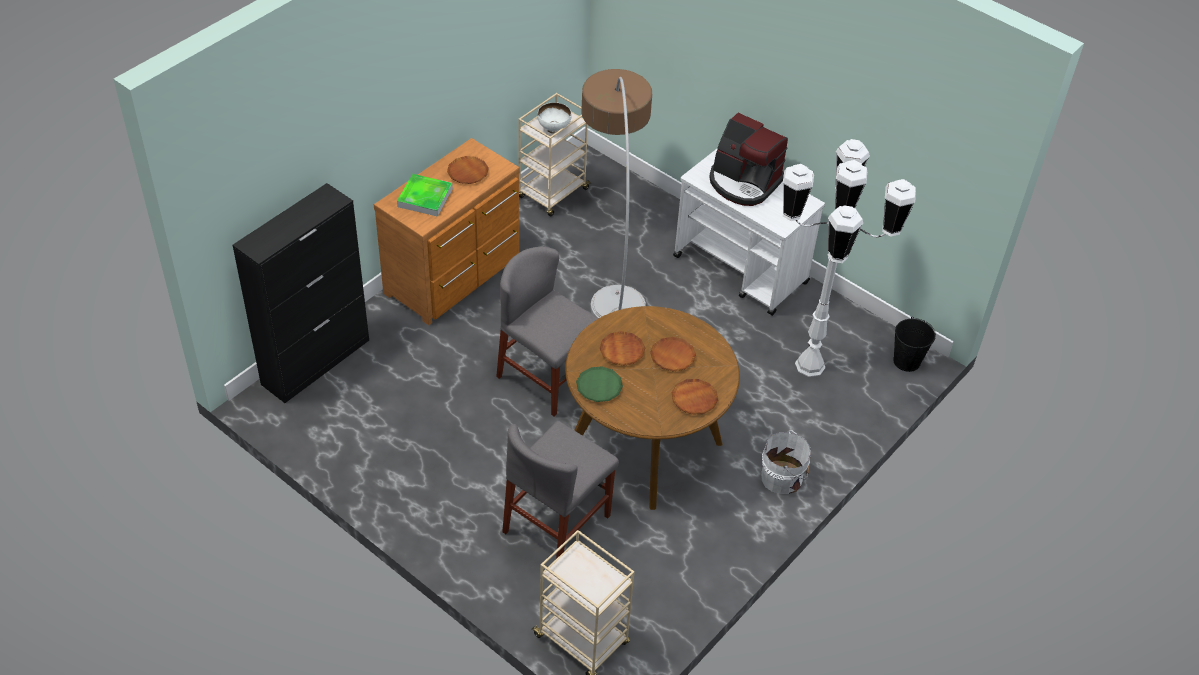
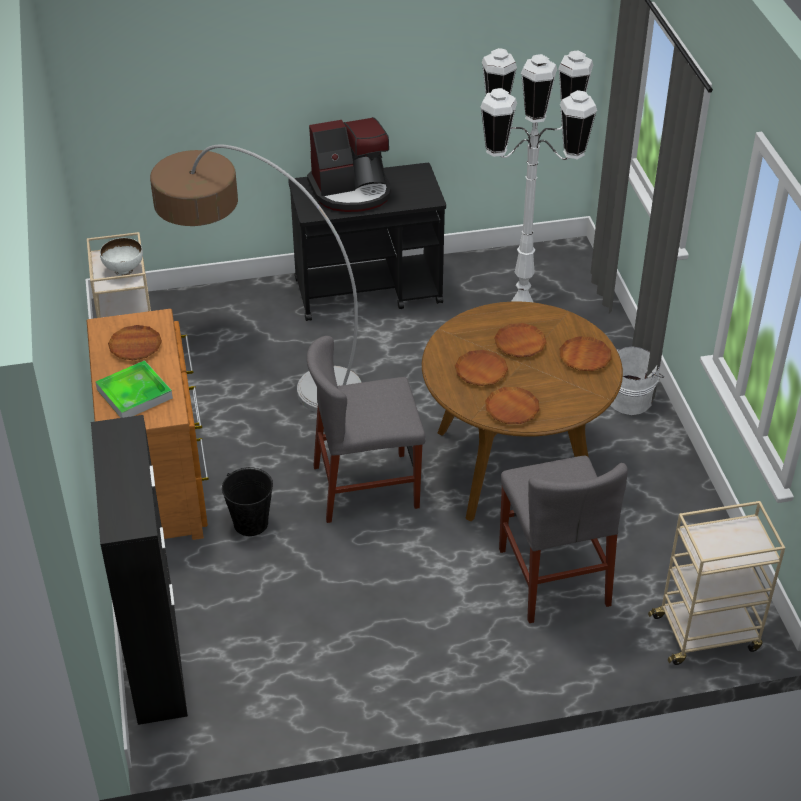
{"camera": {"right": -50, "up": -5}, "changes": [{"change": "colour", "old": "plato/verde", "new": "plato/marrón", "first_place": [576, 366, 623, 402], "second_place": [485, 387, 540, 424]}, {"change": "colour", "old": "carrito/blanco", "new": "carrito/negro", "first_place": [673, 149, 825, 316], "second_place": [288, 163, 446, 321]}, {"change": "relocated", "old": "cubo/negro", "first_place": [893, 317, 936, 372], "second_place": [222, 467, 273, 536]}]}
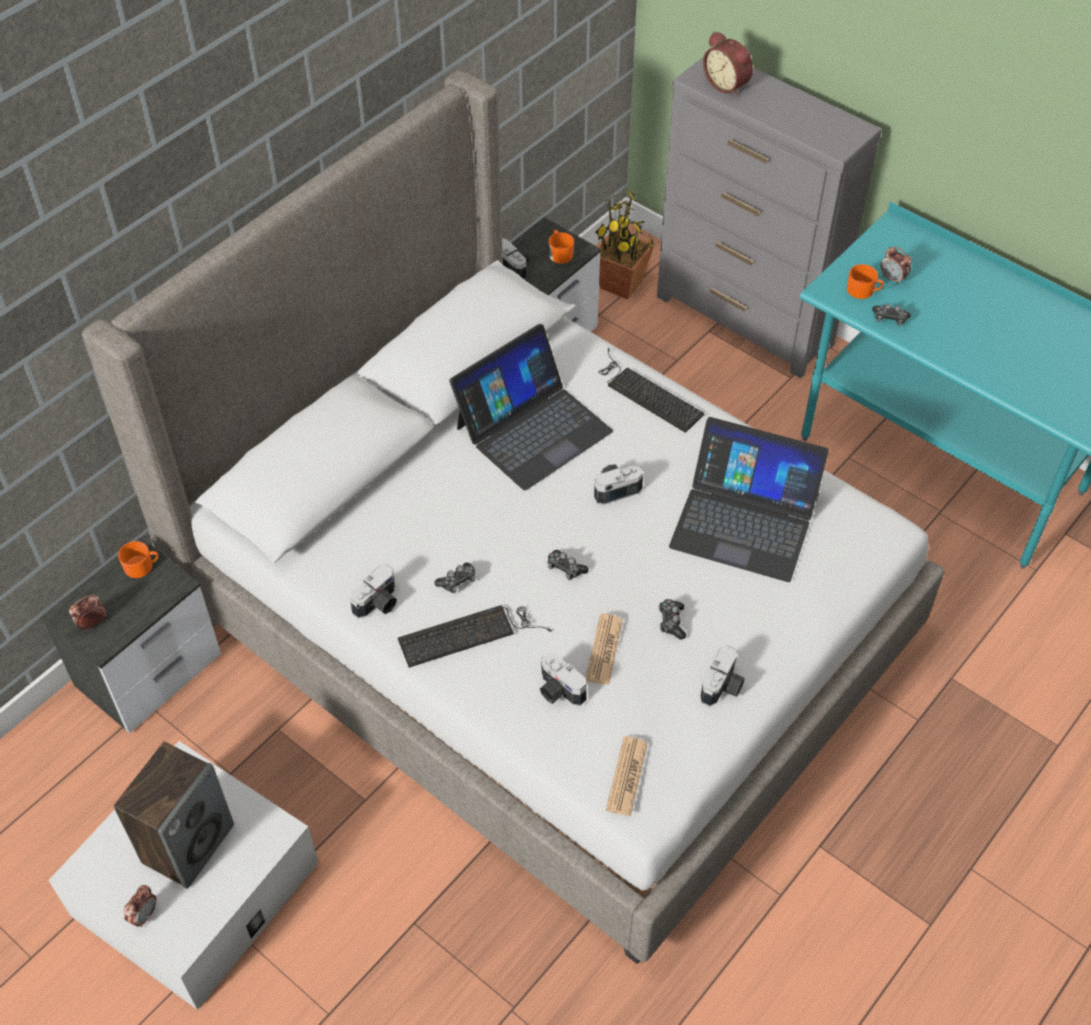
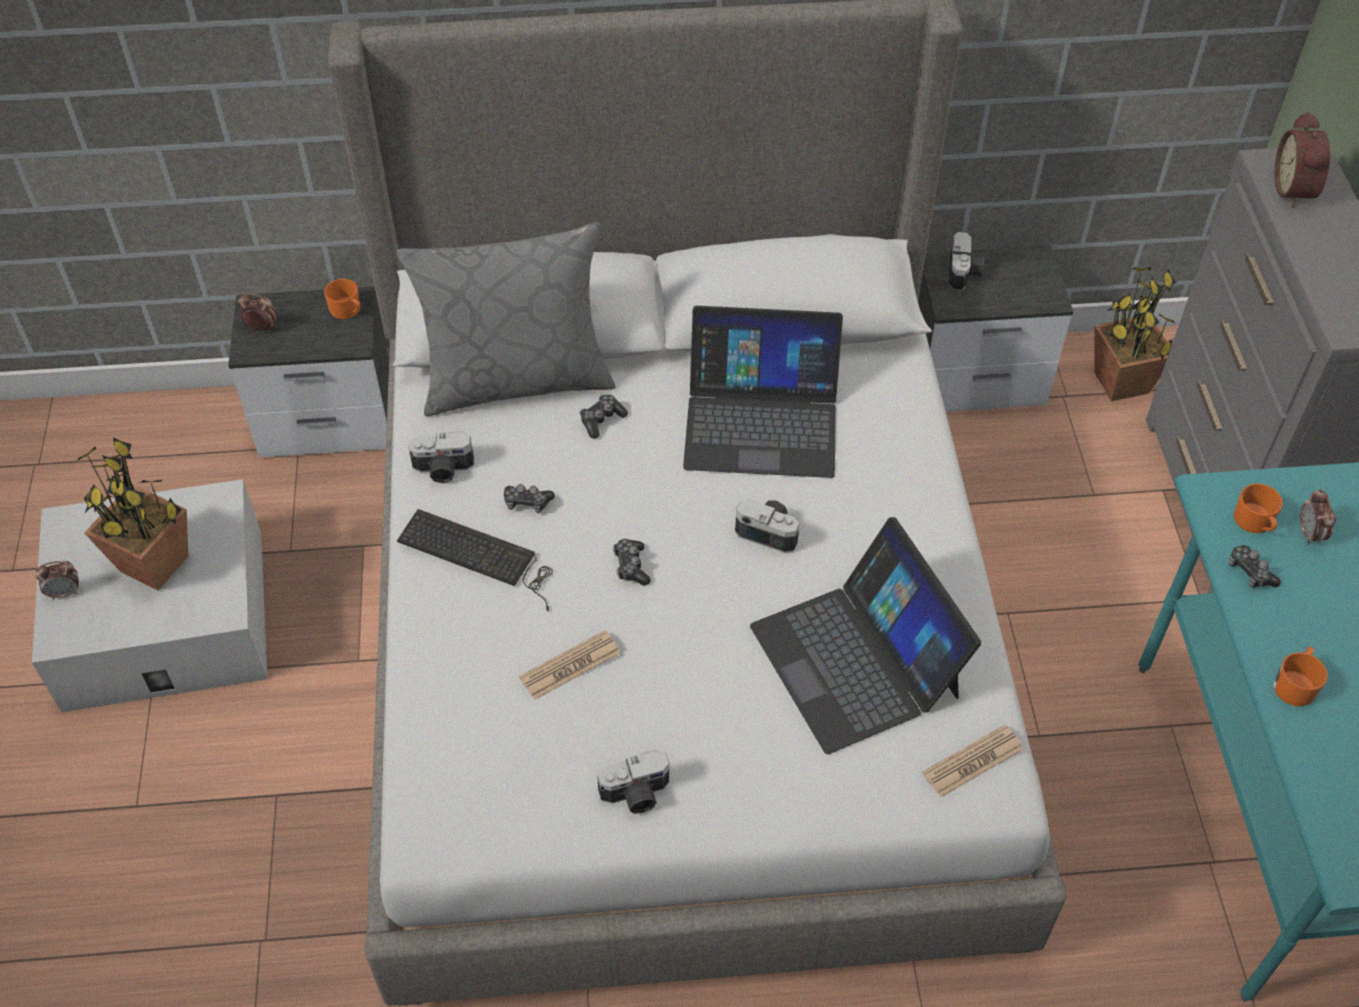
{"camera": {"right": 45, "up": 0}, "changes": [{"change": "exchanged", "old": "altavoz", "new": "planta en maceta", "first_place": [114, 741, 234, 889], "second_place": [78, 437, 188, 590]}, {"change": "missing", "old": "cámara", "first_place": [540, 653, 587, 706]}, {"change": "relocated", "old": "taza grande/naranja", "first_place": [548, 230, 574, 264], "second_place": [1274, 647, 1328, 706]}, {"change": "missing", "old": "teclado", "first_place": [599, 348, 705, 433]}, {"change": "relocated", "old": "periódico", "first_place": [606, 736, 648, 816], "second_place": [922, 725, 1023, 797]}, {"change": "relocated", "old": "mando de consola", "first_place": [659, 599, 686, 639], "second_place": [580, 395, 628, 438]}, {"change": "appeared", "new": "cojín/gris", "second_place": [397, 222, 616, 416]}]}
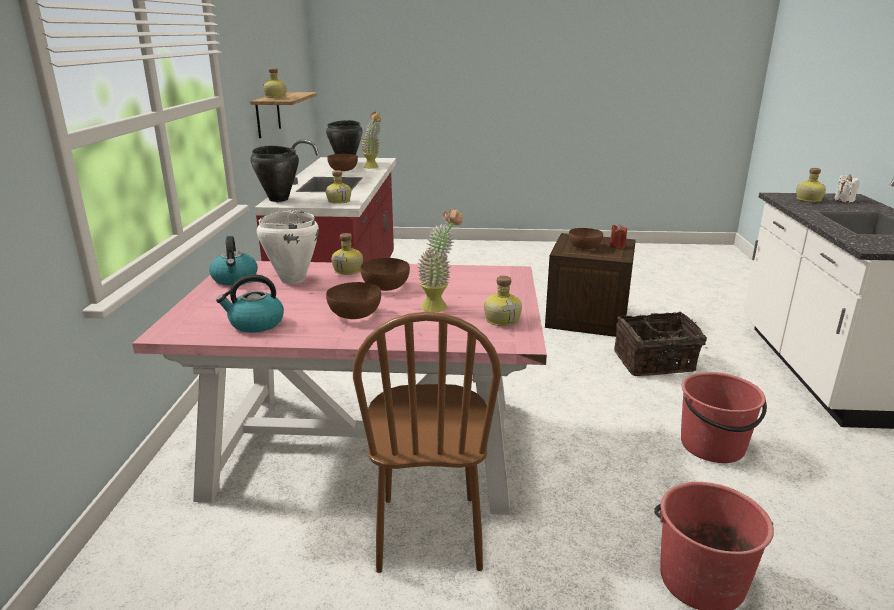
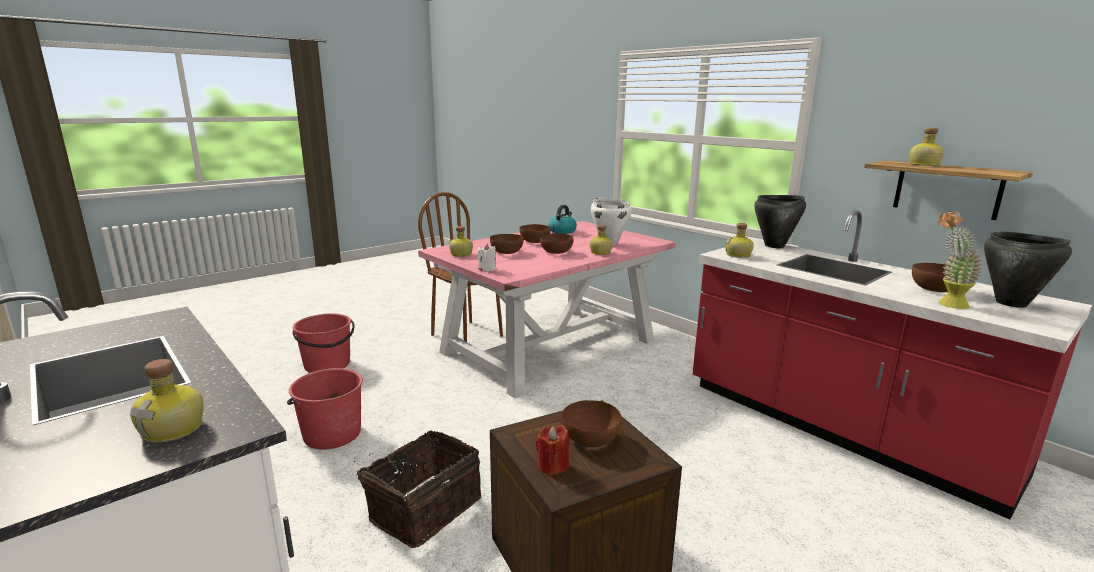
{"camera": {"right": 135, "up": -5}, "changes": [{"change": "missing", "old": "hervidor", "first_place": [209, 236, 258, 285]}, {"change": "exchanged", "old": "planta en maceta", "new": "cuenco/marrón", "first_place": [417, 208, 463, 312], "second_place": [490, 234, 524, 254]}, {"change": "relocated", "old": "vela/blanco", "first_place": [834, 174, 859, 203], "second_place": [478, 244, 496, 271]}]}
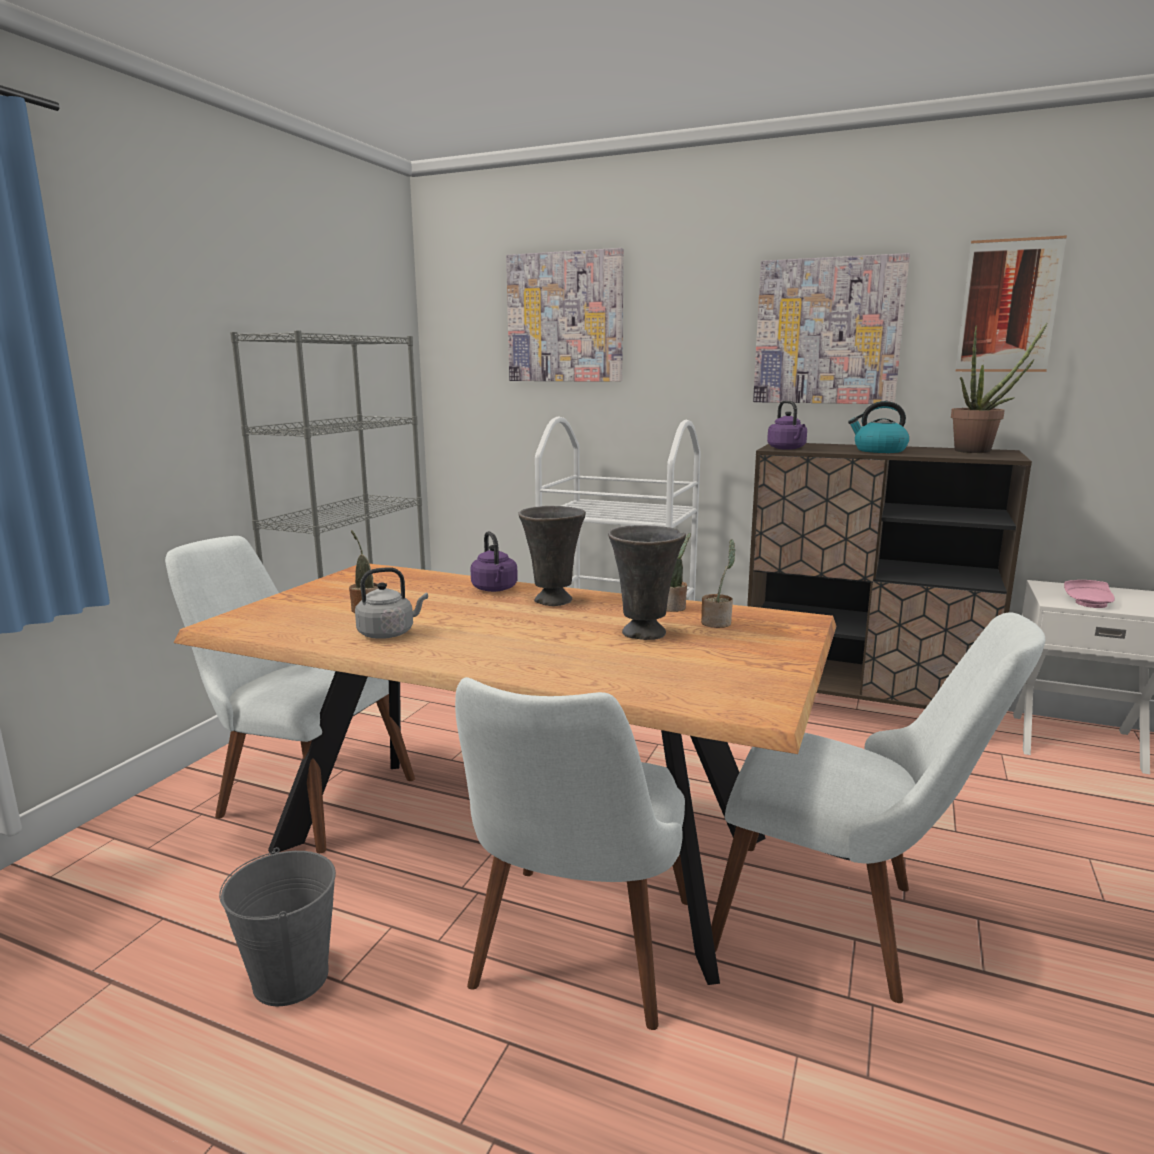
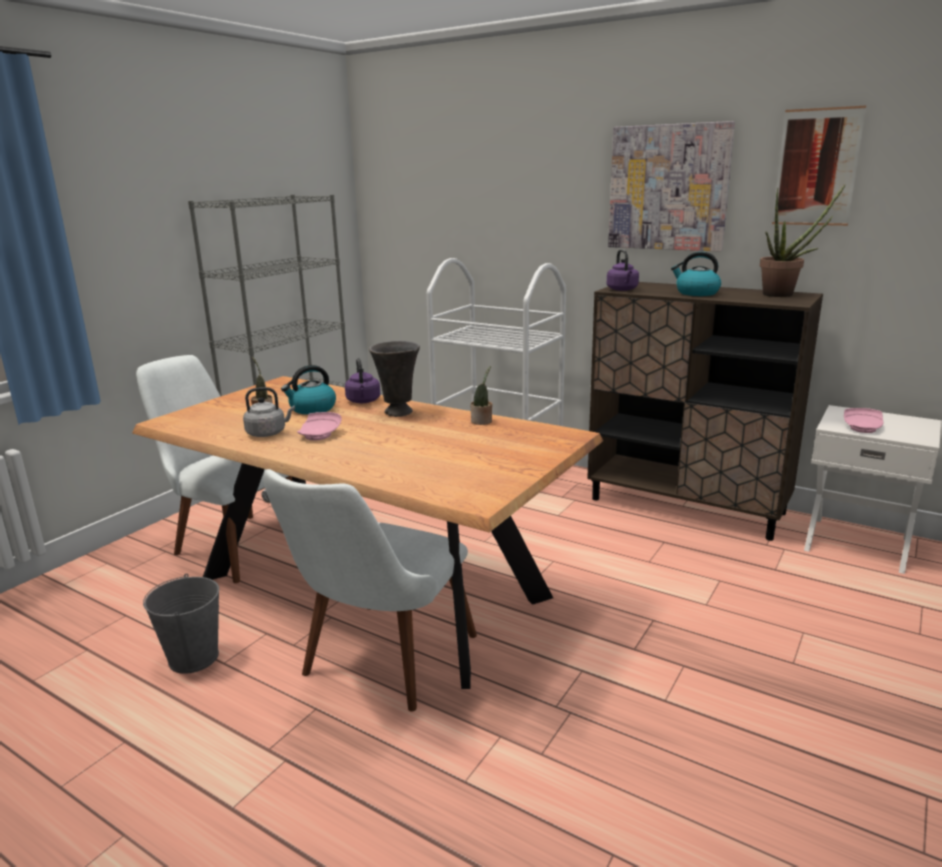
{"camera": {"right": 10, "up": 5}, "changes": [{"change": "missing", "old": "cuadro", "first_place": [506, 248, 624, 382]}, {"change": "missing", "old": "florero/gris", "first_place": [608, 525, 686, 640]}, {"change": "missing", "old": "planta en maceta", "first_place": [701, 539, 736, 628]}, {"change": "missing", "old": "silla/blanco", "first_place": [711, 612, 1045, 1003]}, {"change": "appeared", "new": "hervidor", "second_place": [281, 365, 336, 415]}, {"change": "appeared", "new": "plato/rosa", "second_place": [297, 412, 342, 440]}]}
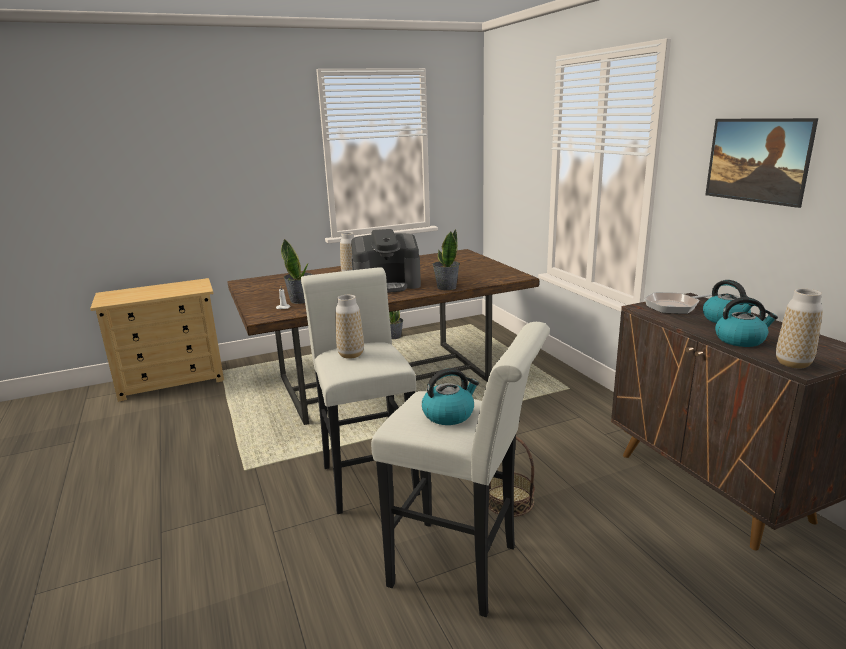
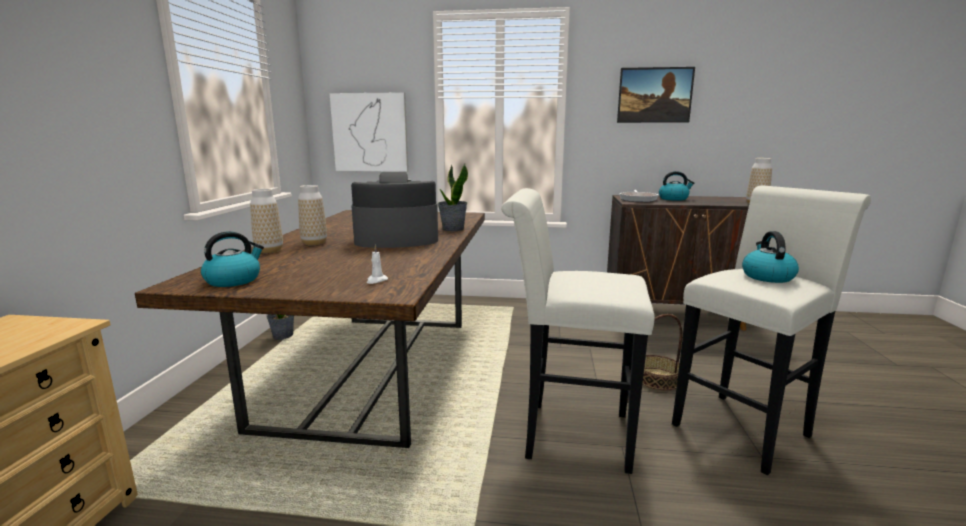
{"camera": {"right": -60, "up": -5}, "changes": [{"change": "missing", "old": "planta en maceta", "first_place": [281, 239, 312, 304]}, {"change": "relocated", "old": "florero", "first_place": [335, 295, 364, 359], "second_place": [250, 189, 283, 253]}, {"change": "spun", "old": "cafetera", "first_place": [351, 229, 421, 293], "second_place": [351, 172, 438, 248], "degrees": -120}, {"change": "relocated", "old": "hervidor", "first_place": [715, 297, 778, 347], "second_place": [201, 231, 264, 287]}, {"change": "appeared", "new": "cuadro", "second_place": [329, 92, 408, 172]}]}
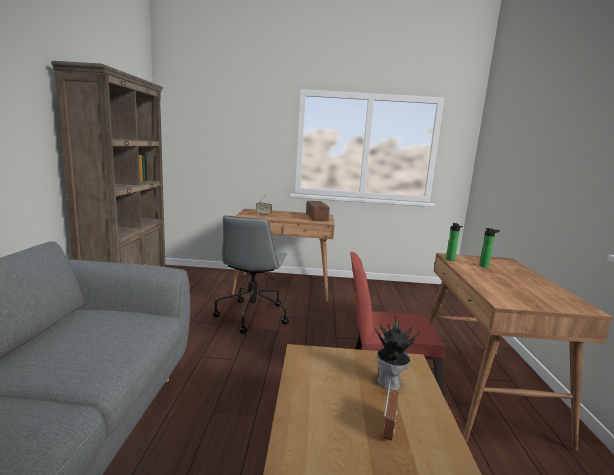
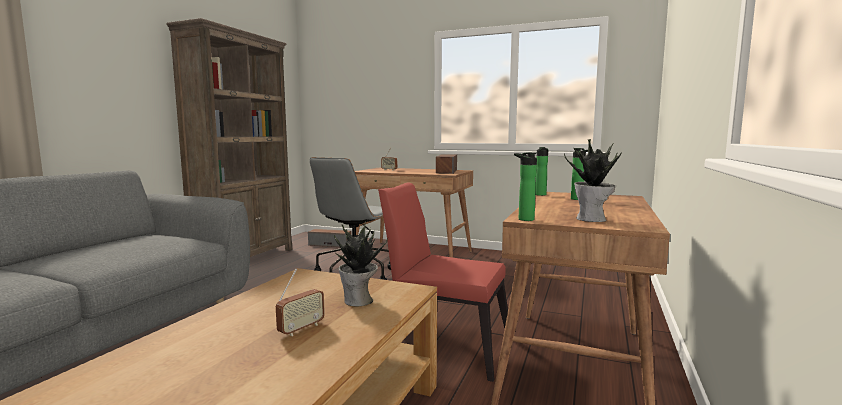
{"camera": {"right": 20, "up": -5}, "changes": [{"change": "appeared", "new": "altavoz", "second_place": [308, 229, 352, 247]}, {"change": "appeared", "new": "botella", "second_place": [514, 152, 537, 221]}, {"change": "appeared", "new": "planta en maceta", "second_place": [564, 139, 622, 222]}]}
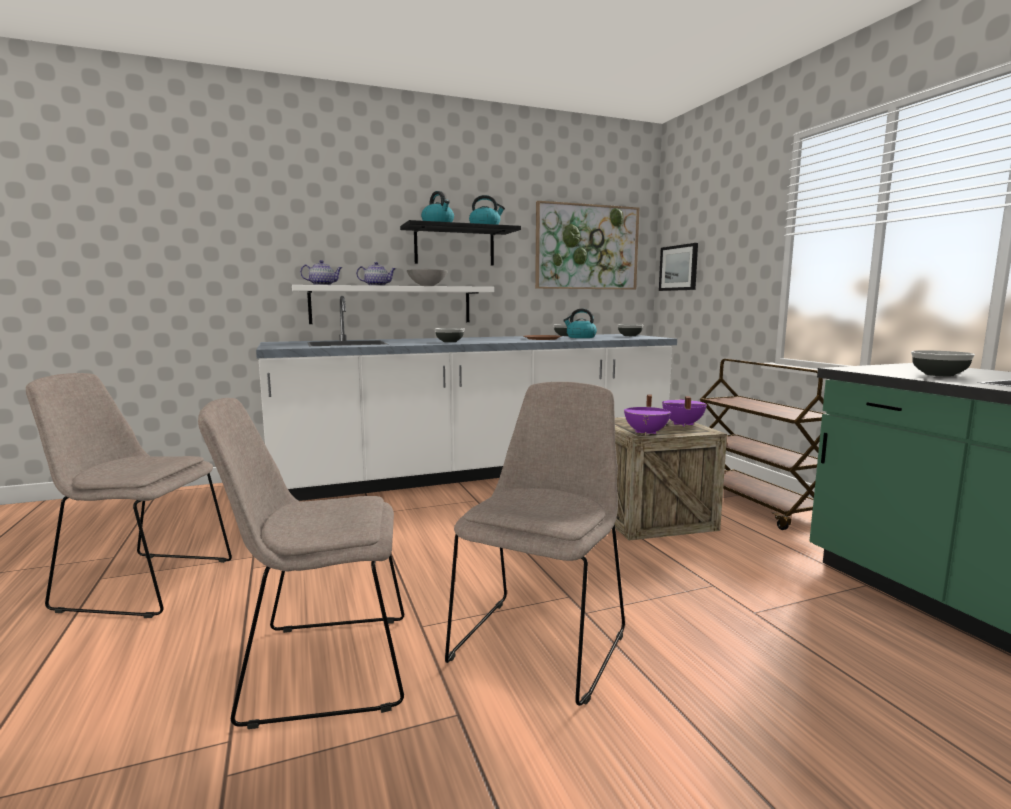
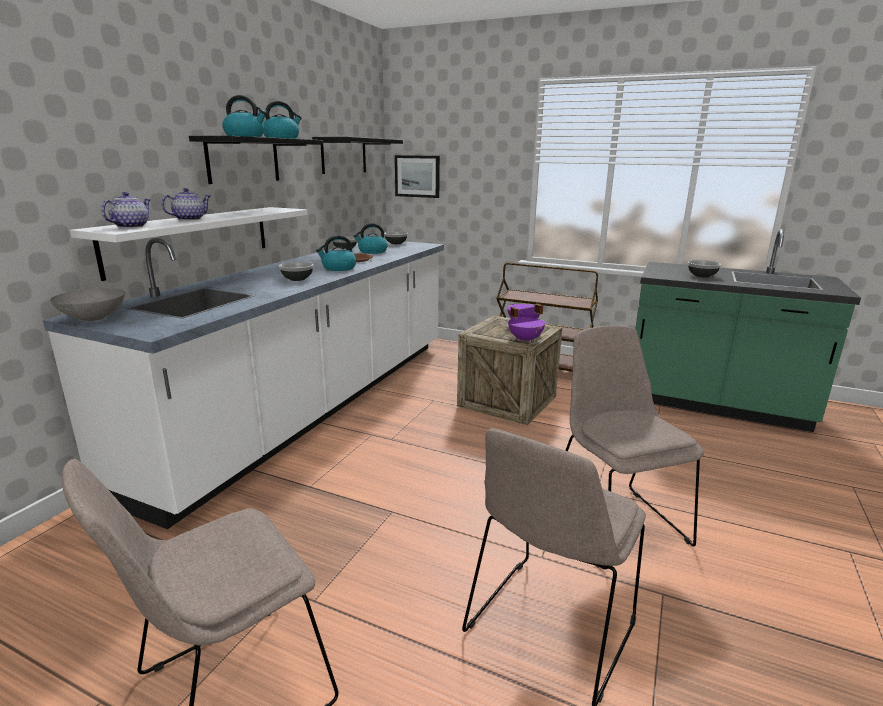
{"camera": {"right": -45, "up": 10}, "changes": [{"change": "relocated", "old": "cuenco/gris", "first_place": [407, 269, 448, 286], "second_place": [50, 288, 125, 322]}, {"change": "exchanged", "old": "cuadro", "new": "estante/negro", "first_place": [535, 201, 639, 289], "second_place": [312, 137, 403, 174]}, {"change": "appeared", "new": "hervidor", "second_place": [316, 235, 356, 271]}]}
